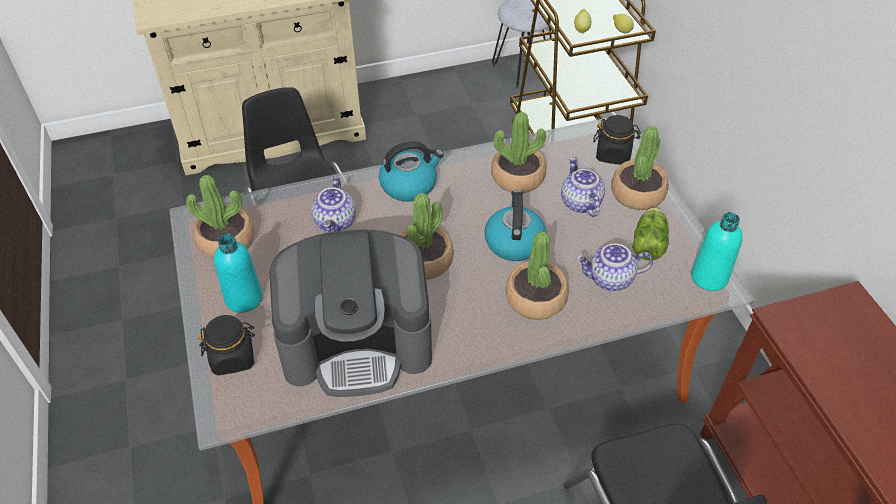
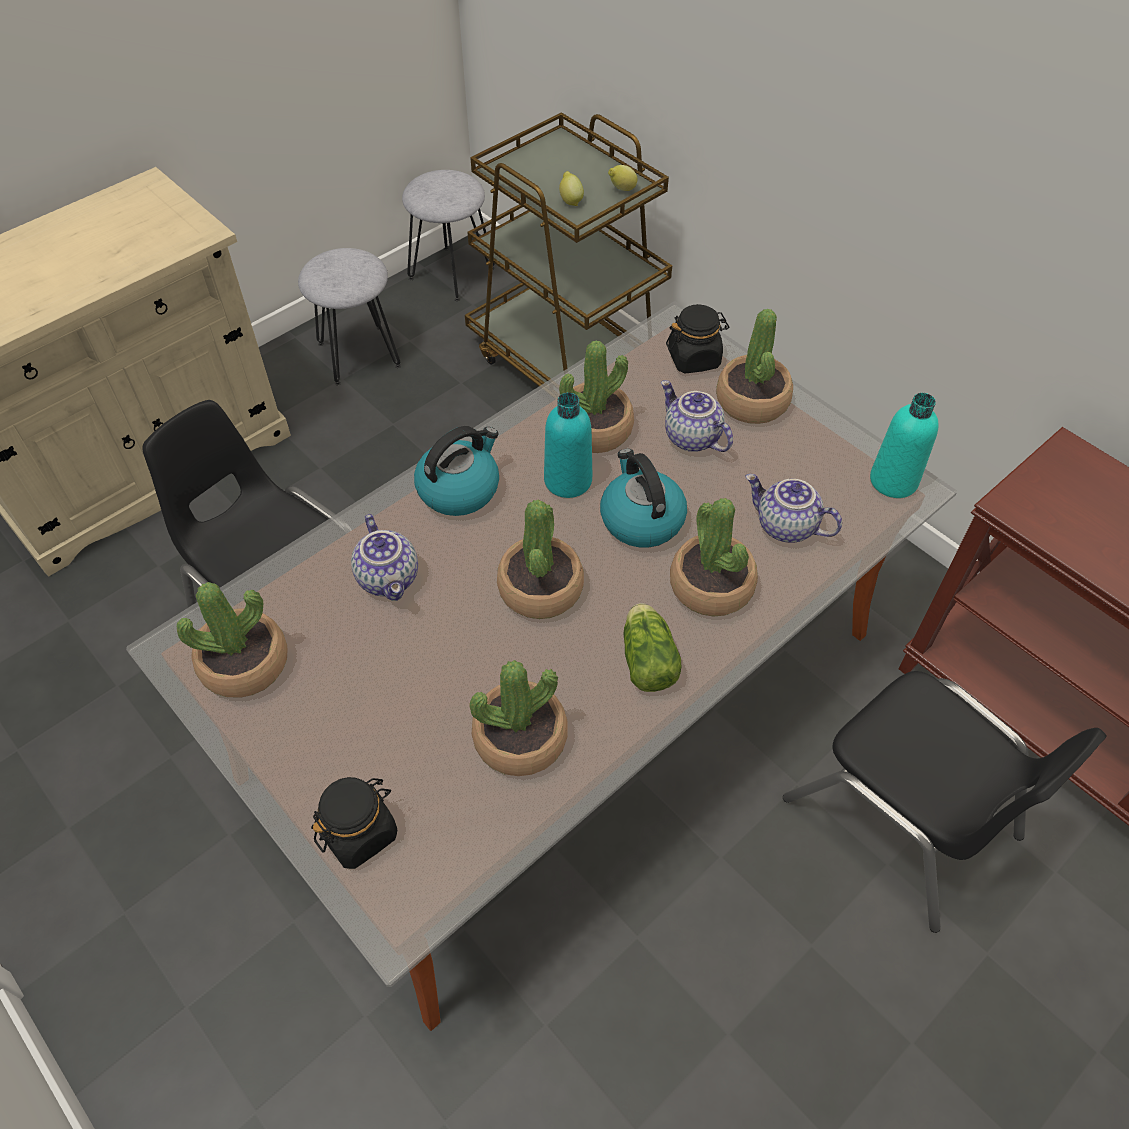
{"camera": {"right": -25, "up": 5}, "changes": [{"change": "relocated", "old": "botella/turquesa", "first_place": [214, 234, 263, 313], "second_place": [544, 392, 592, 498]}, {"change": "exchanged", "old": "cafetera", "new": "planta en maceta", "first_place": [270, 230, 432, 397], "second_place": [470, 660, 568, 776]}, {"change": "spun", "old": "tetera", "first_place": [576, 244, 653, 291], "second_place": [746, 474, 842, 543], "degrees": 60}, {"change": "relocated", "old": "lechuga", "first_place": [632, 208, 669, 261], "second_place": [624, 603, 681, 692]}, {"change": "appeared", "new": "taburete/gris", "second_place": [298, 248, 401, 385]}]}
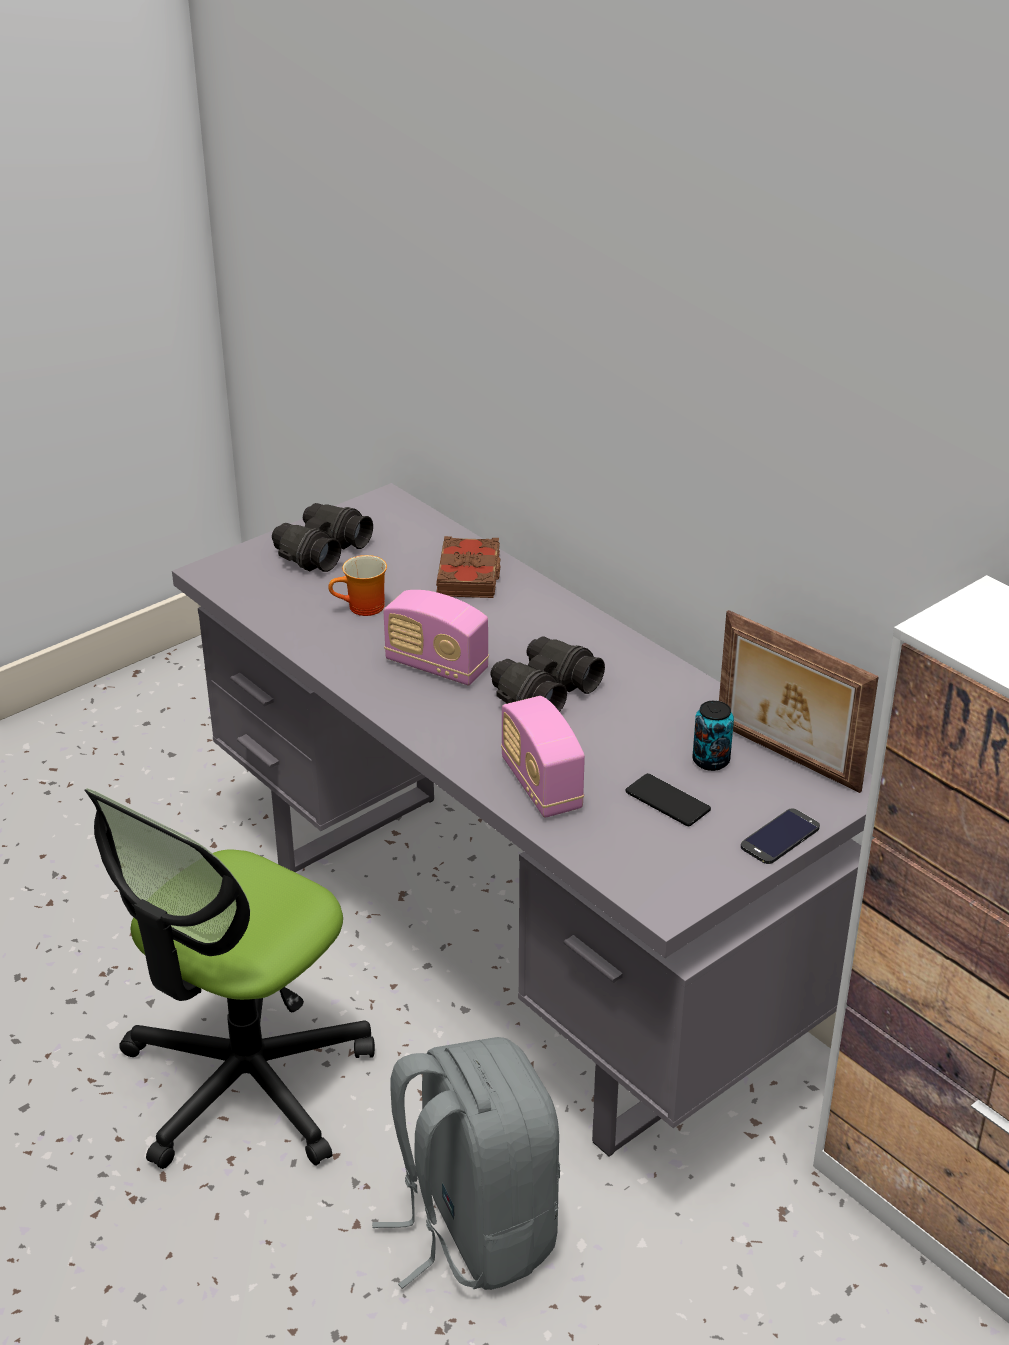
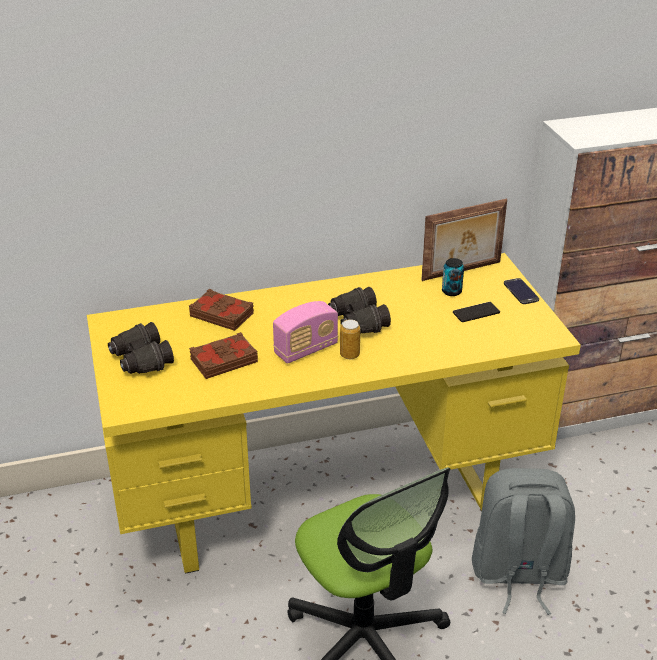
{"camera": {"right": -65, "up": 0}, "changes": [{"change": "colour", "old": "escritorio/gris", "new": "escritorio/amarillo", "first_place": [172, 483, 872, 1157], "second_place": [87, 253, 581, 574]}, {"change": "exchanged", "old": "taza grande", "new": "libro/marrón", "first_place": [328, 555, 387, 616], "second_place": [189, 332, 258, 379]}, {"change": "missing", "old": "radio", "first_place": [501, 696, 585, 818]}, {"change": "appeared", "new": "lata", "second_place": [340, 319, 360, 359]}]}
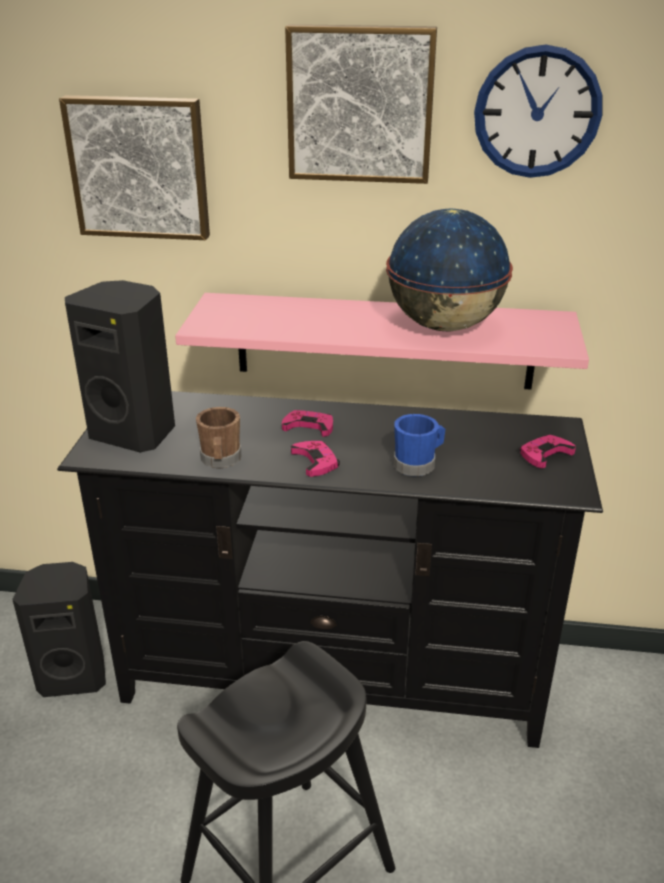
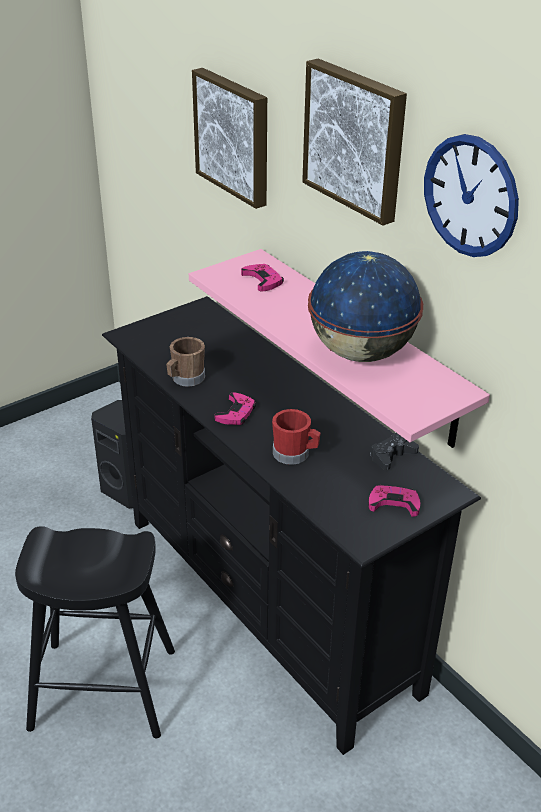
{"camera": {"right": 45, "up": 5}, "changes": [{"change": "missing", "old": "altavoz/negro", "first_place": [65, 280, 175, 453]}, {"change": "relocated", "old": "mando de consola/rosa", "first_place": [282, 410, 333, 437], "second_place": [241, 264, 284, 292]}, {"change": "colour", "old": "taza grande/azul", "new": "taza grande/rojo", "first_place": [394, 414, 445, 476], "second_place": [272, 409, 320, 465]}, {"change": "appeared", "new": "mando de consola/negro", "second_place": [370, 433, 419, 470]}]}
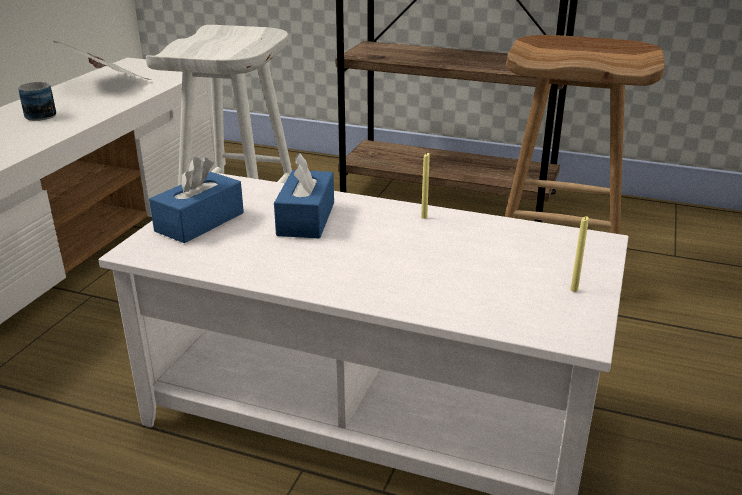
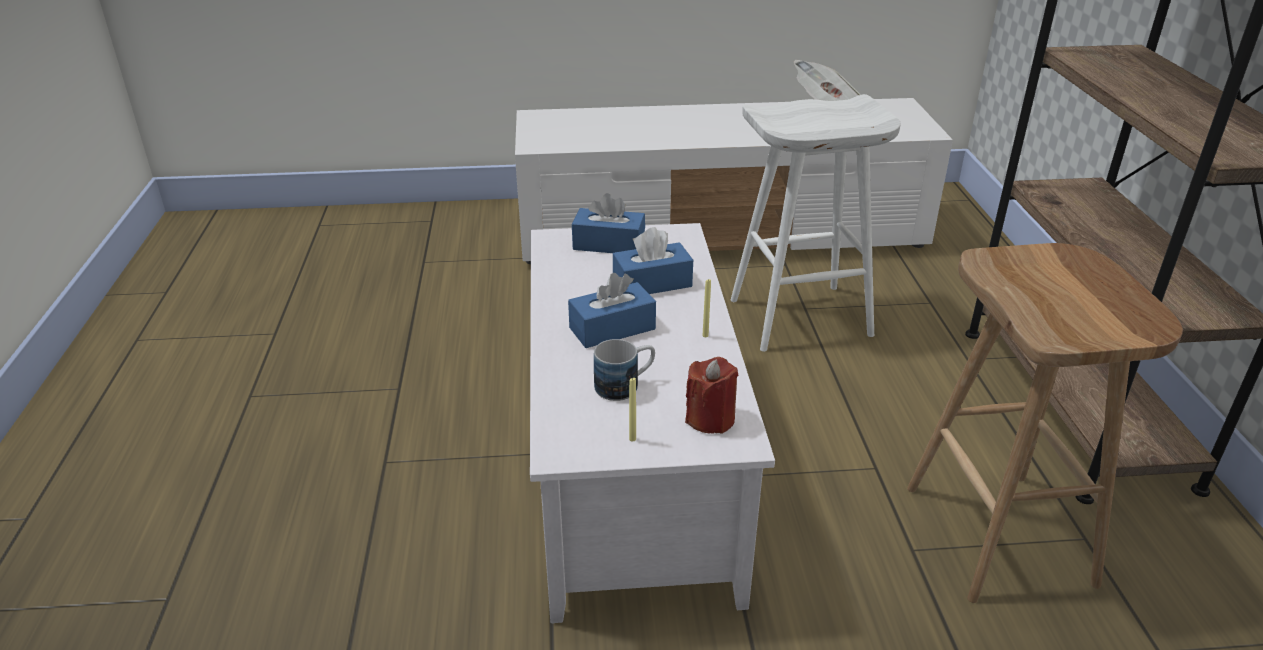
{"camera": {"right": 65, "up": 5}, "changes": [{"change": "relocated", "old": "taza grande", "first_place": [18, 81, 56, 121], "second_place": [594, 339, 655, 401]}, {"change": "appeared", "new": "caja de pañuelos/azul", "second_place": [568, 273, 656, 348]}, {"change": "appeared", "new": "vela/rojo", "second_place": [685, 357, 738, 434]}]}
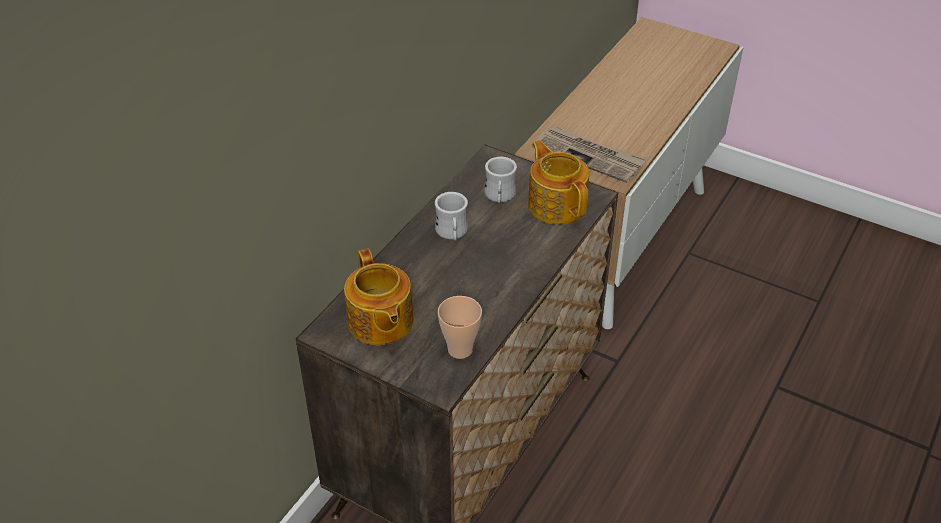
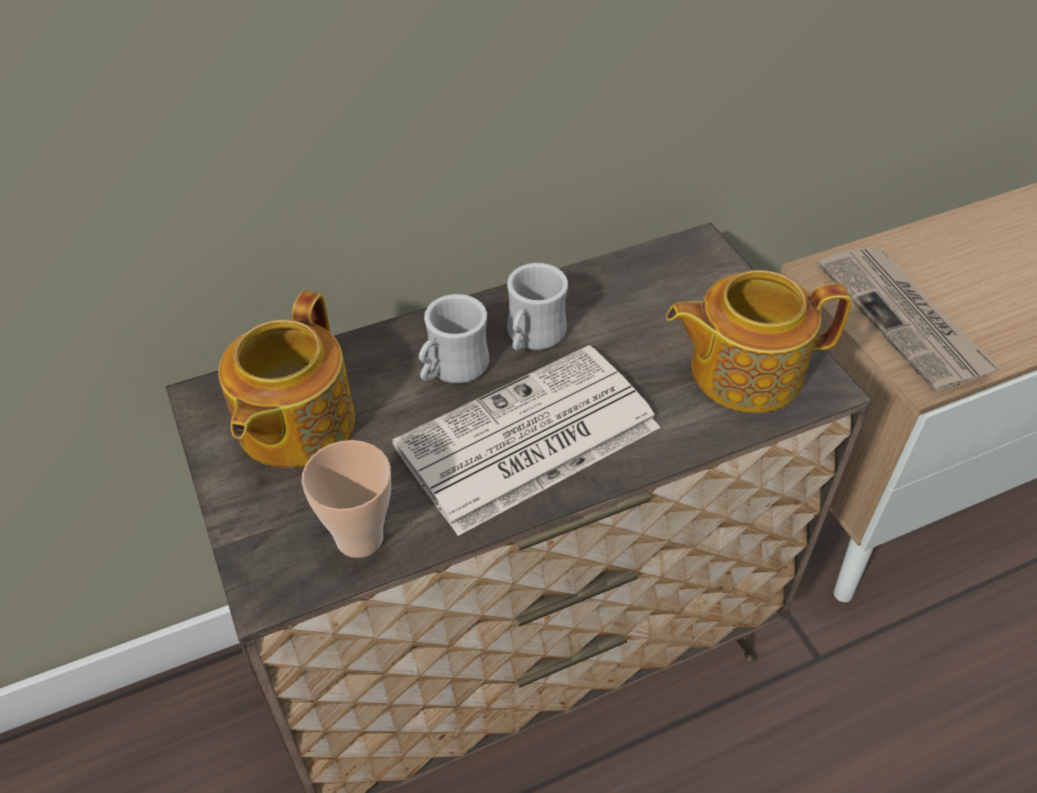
{"camera": {"right": 35, "up": 5}, "changes": [{"change": "relocated", "old": "taza grande/blanco", "first_place": [484, 157, 517, 203], "second_place": [419, 294, 489, 383]}, {"change": "spun", "old": "tetera", "first_place": [528, 140, 589, 225], "second_place": [666, 270, 852, 413], "degrees": -105}, {"change": "appeared", "new": "periódico", "second_place": [392, 345, 660, 536]}]}
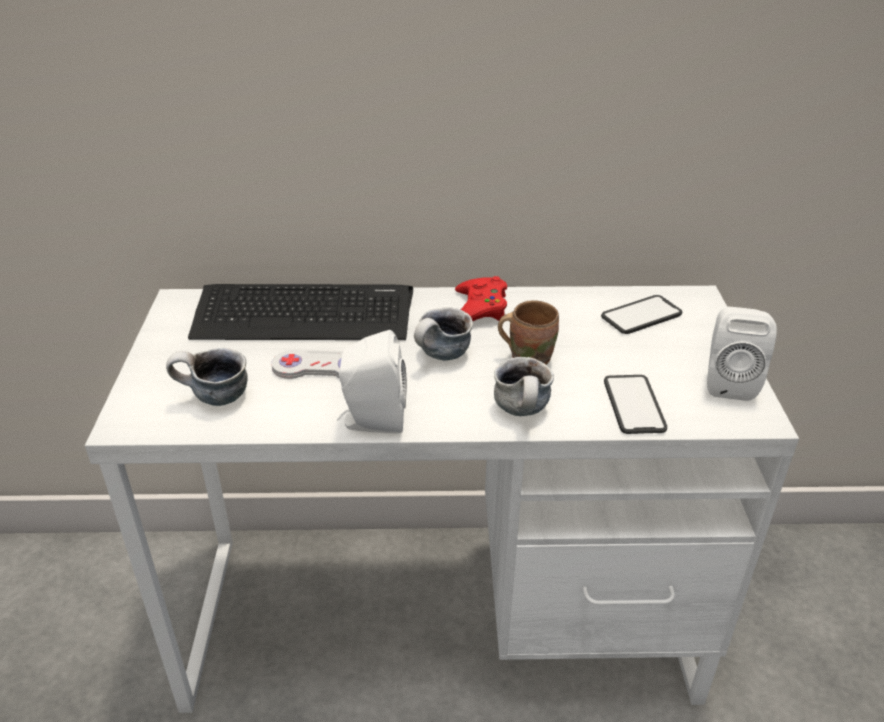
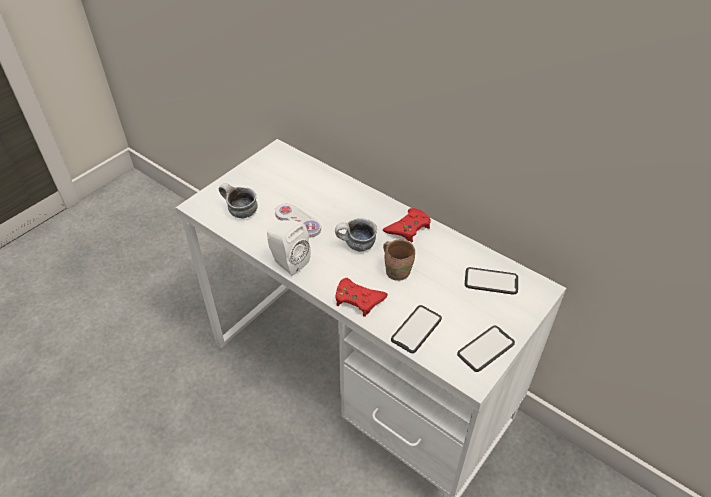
{"camera": {"right": 40, "up": 10}, "changes": [{"change": "missing", "old": "teclado", "first_place": [188, 284, 413, 340]}, {"change": "exchanged", "old": "taza grande", "new": "mando de consola/rojo", "first_place": [494, 357, 554, 416], "second_place": [335, 278, 388, 317]}, {"change": "exchanged", "old": "altavoz/blanco", "new": "móvil", "first_place": [707, 307, 777, 401], "second_place": [457, 326, 515, 372]}]}
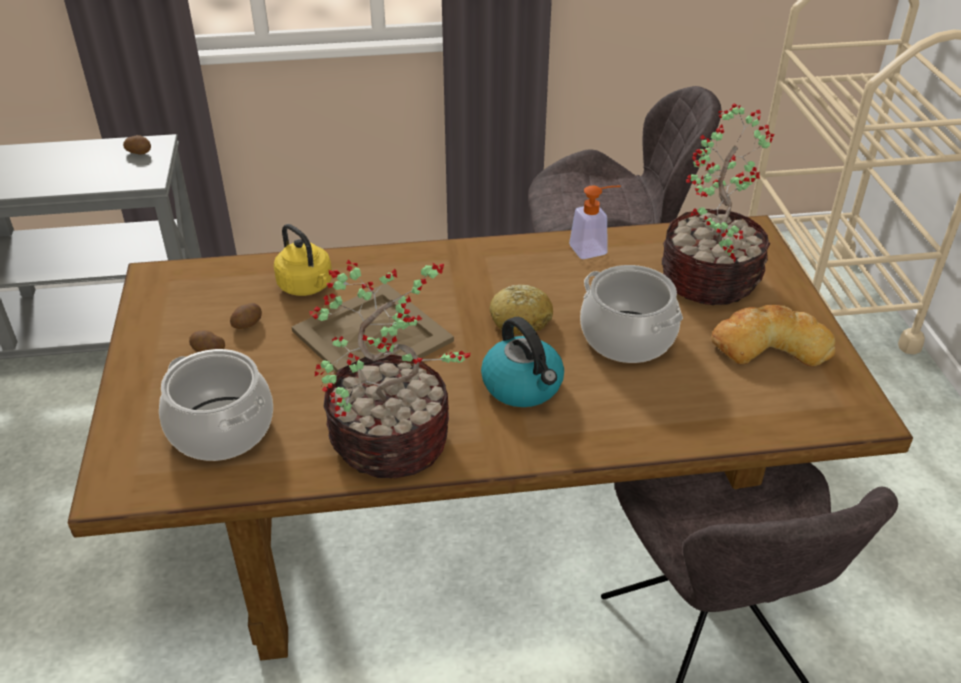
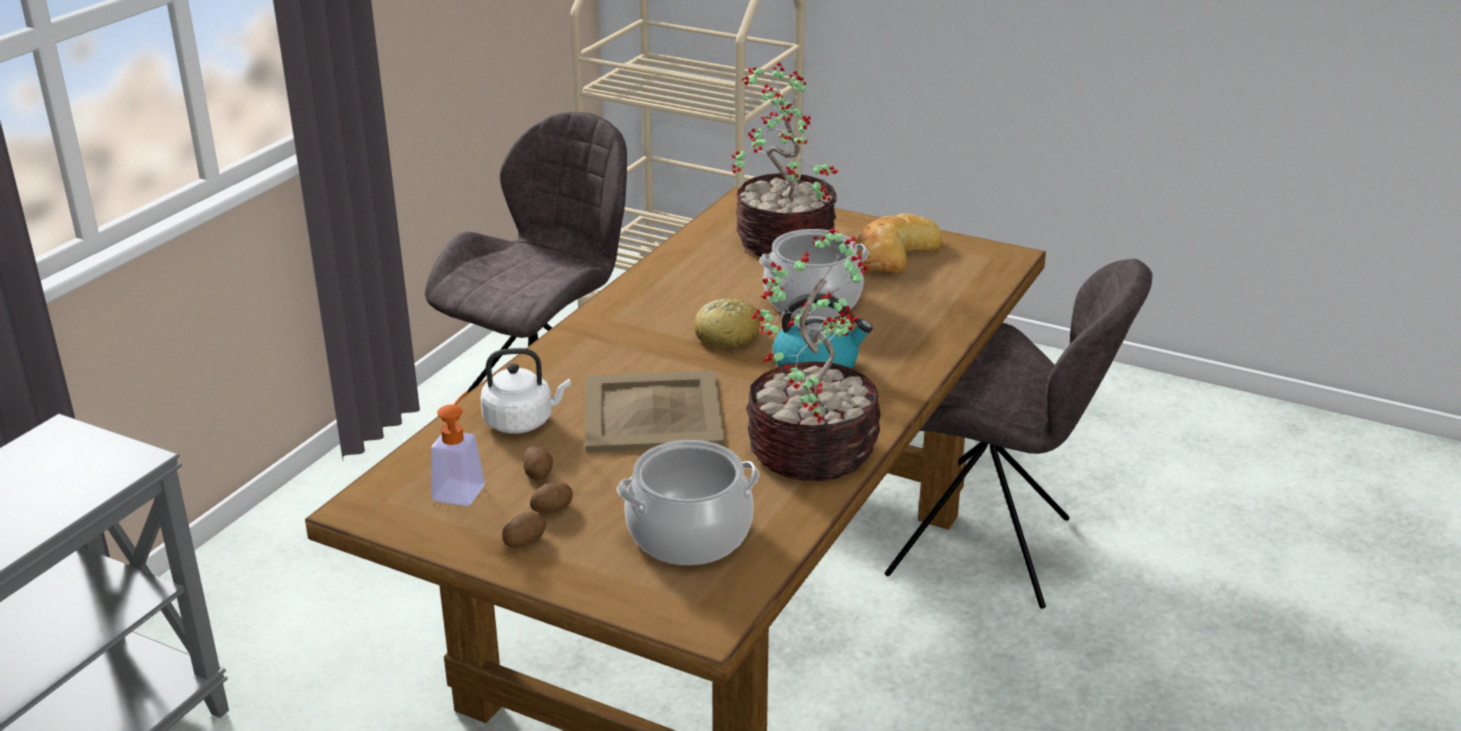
{"camera": {"right": -55, "up": -10}, "changes": [{"change": "relocated", "old": "patata", "first_place": [123, 135, 151, 155], "second_place": [502, 512, 546, 548]}, {"change": "colour", "old": "hervidor/amarillo", "new": "hervidor/blanco", "first_place": [274, 224, 332, 296], "second_place": [480, 348, 571, 434]}, {"change": "relocated", "old": "dispensador de jabón", "first_place": [569, 186, 621, 259], "second_place": [431, 391, 485, 506]}]}
